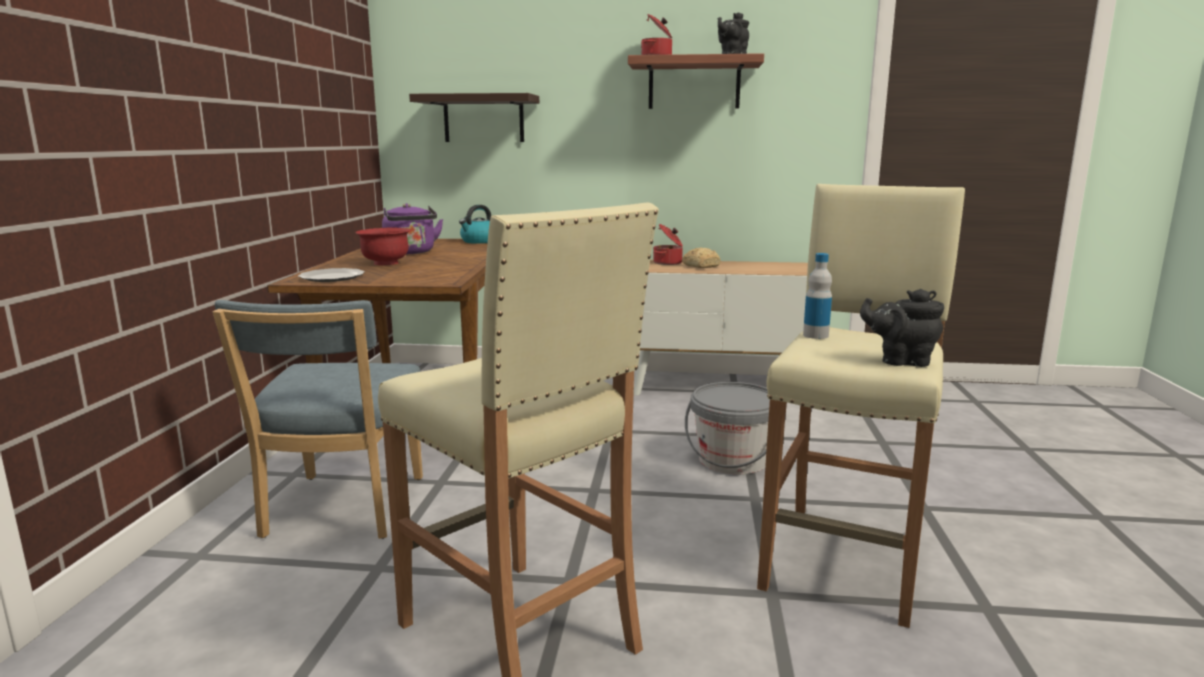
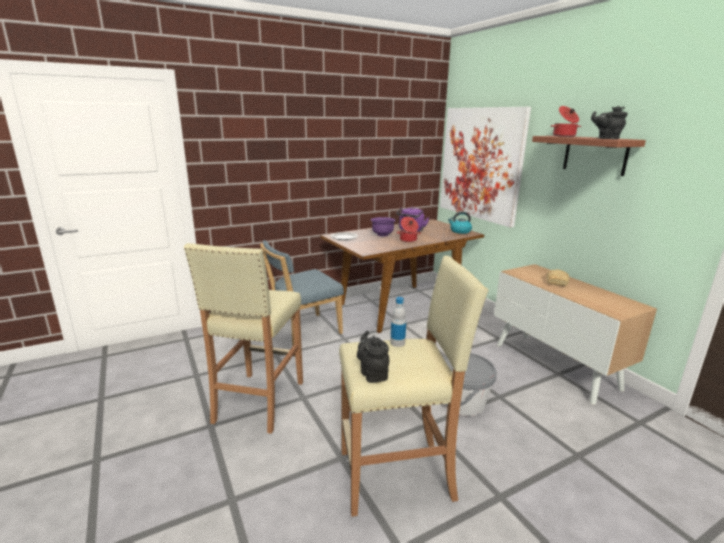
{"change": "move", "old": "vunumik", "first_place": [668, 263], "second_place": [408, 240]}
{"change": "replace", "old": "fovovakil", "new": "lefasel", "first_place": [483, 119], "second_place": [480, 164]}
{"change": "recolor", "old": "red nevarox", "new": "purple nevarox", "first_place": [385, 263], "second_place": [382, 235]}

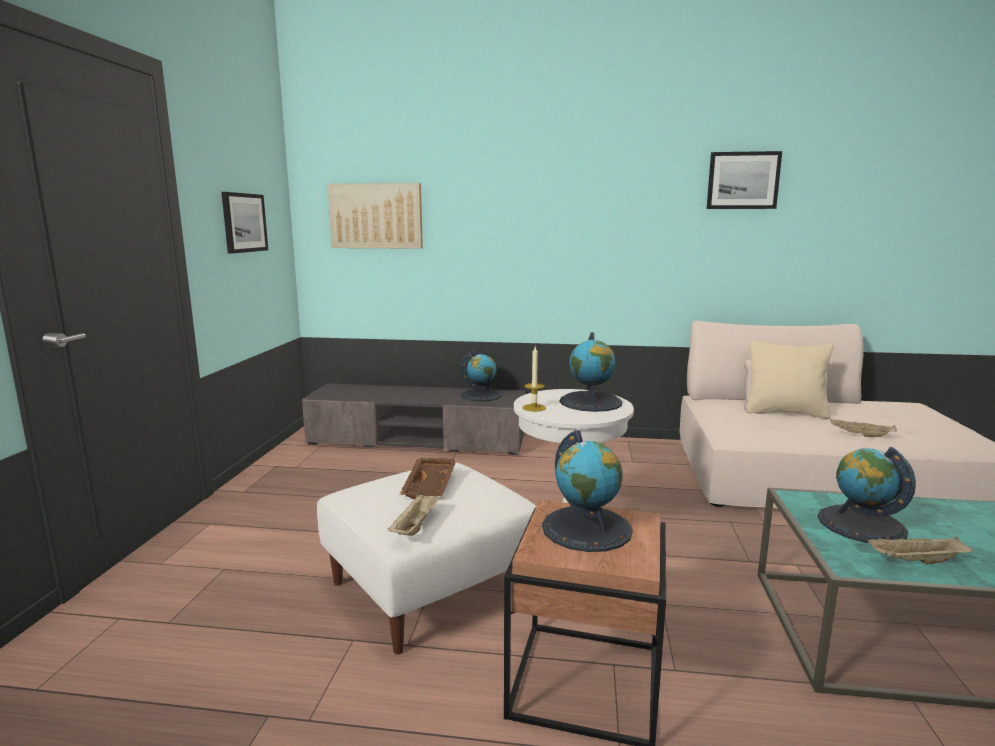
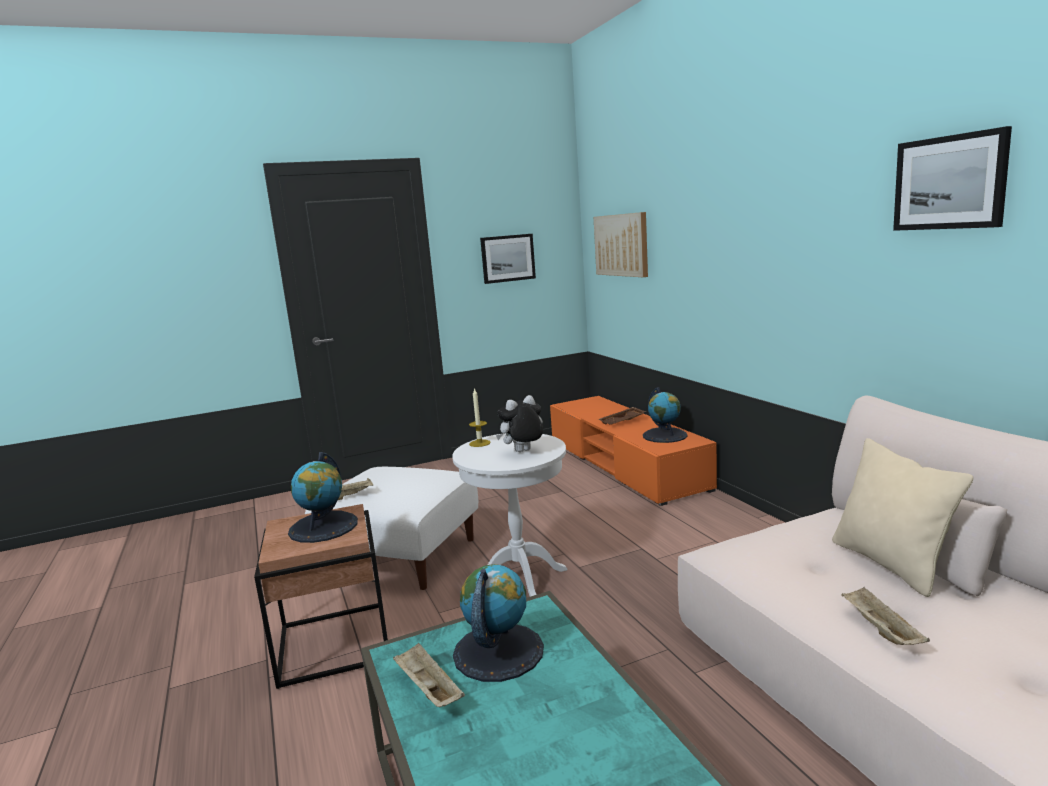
{"change": "move", "old": "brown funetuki", "first_place": [431, 486], "second_place": [622, 422]}
{"change": "replace", "old": "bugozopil", "new": "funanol", "first_place": [591, 402], "second_place": [523, 452]}
{"change": "recolor", "old": "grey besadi", "new": "orange besadi", "first_place": [418, 439], "second_place": [624, 464]}

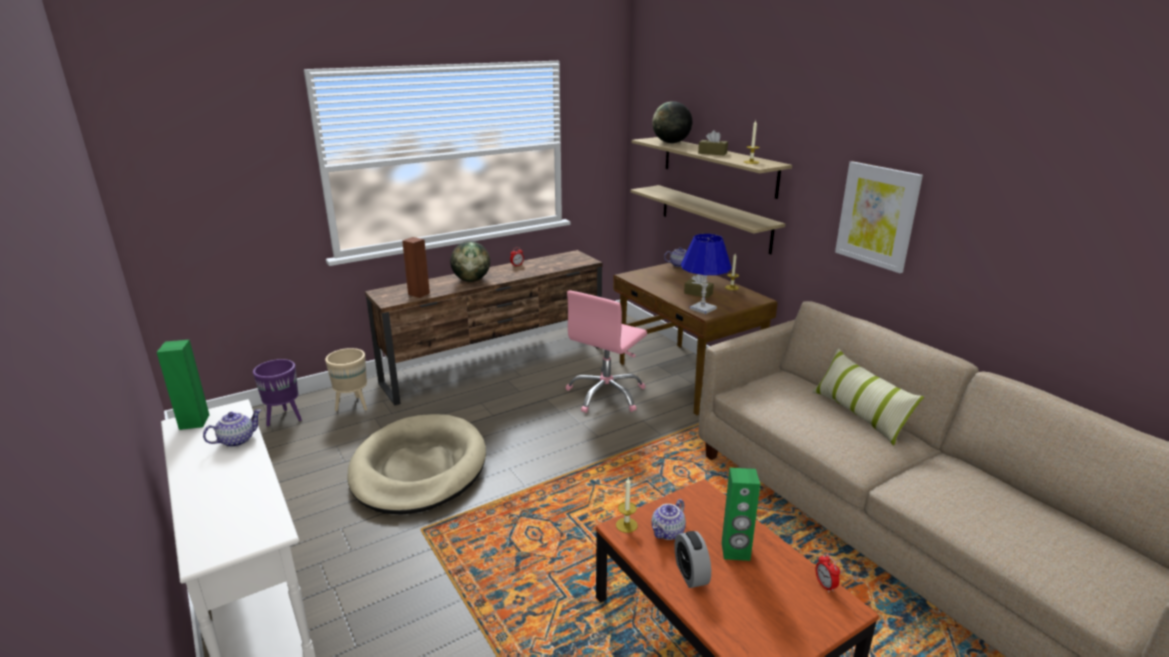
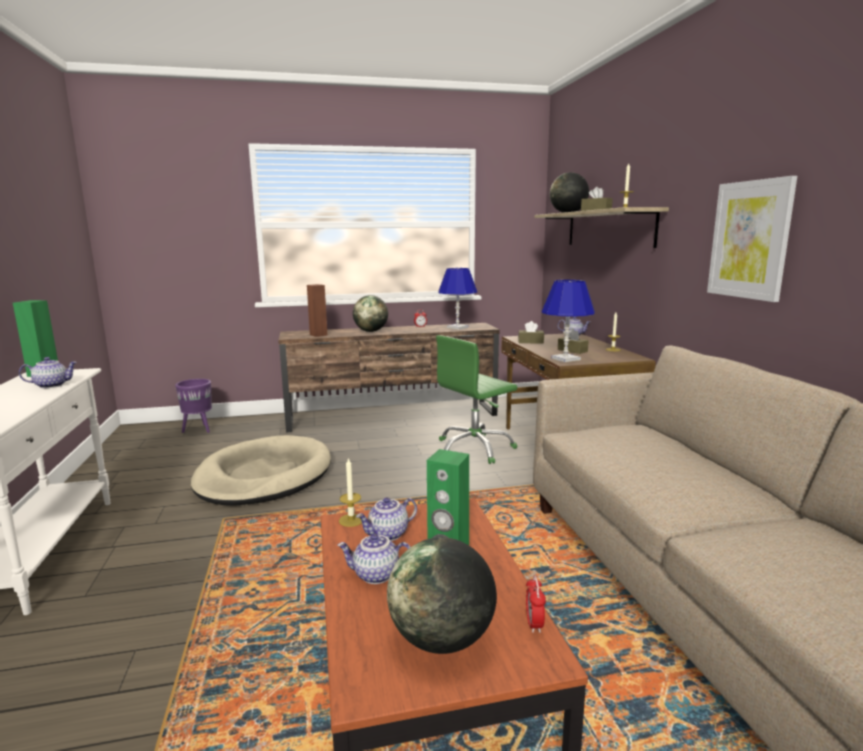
{"change": "delete", "old": "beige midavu", "first_place": [352, 406]}
{"change": "delete", "old": "fovovakil", "first_place": [714, 218]}
{"change": "delete", "old": "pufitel", "first_place": [859, 414]}
{"change": "insert", "new": "bugozopil", "second_place": [442, 639]}
{"change": "insert", "new": "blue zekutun", "second_place": [457, 327]}
{"change": "insert", "new": "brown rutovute", "second_place": [530, 342]}
{"change": "replace", "old": "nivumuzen", "new": "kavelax", "first_place": [691, 574], "second_place": [375, 575]}
{"change": "recolor", "old": "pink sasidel", "new": "green sasidel", "first_place": [606, 395], "second_place": [474, 448]}

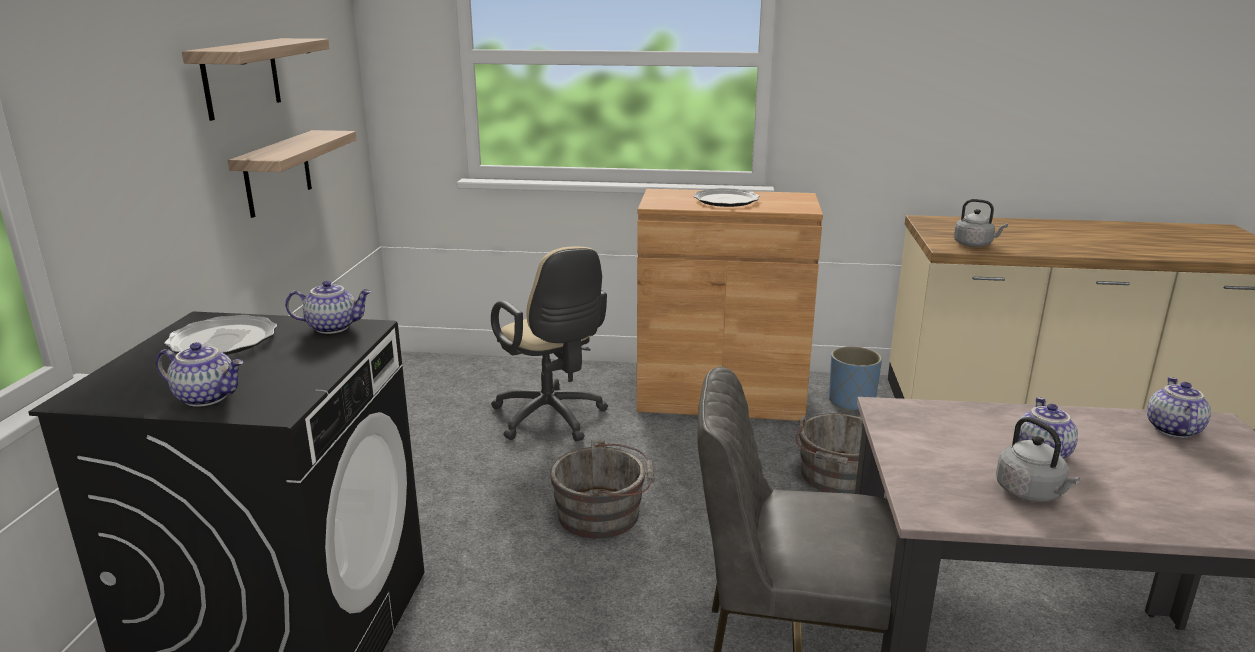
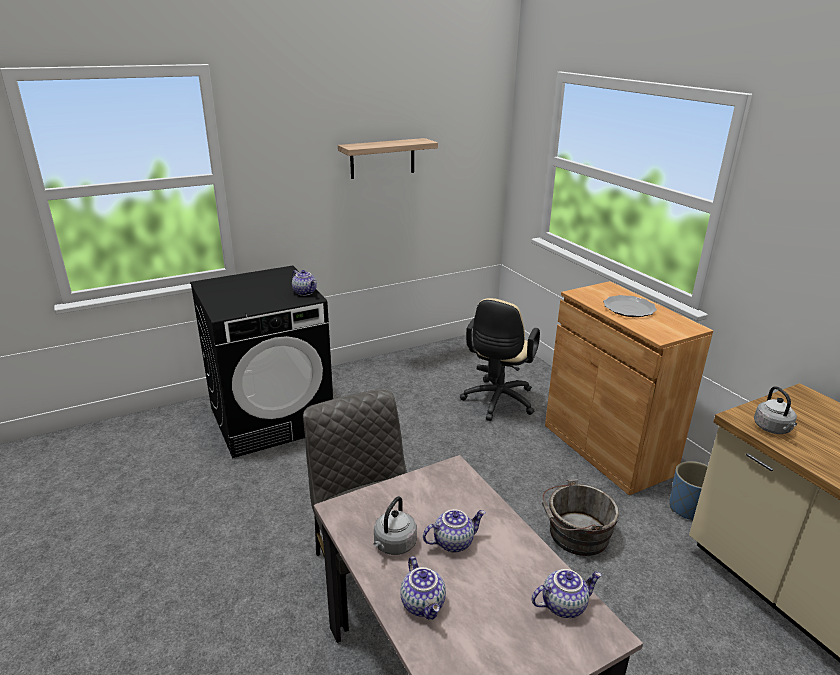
{"change": "delete", "old": "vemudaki", "first_place": [222, 340]}
{"change": "delete", "old": "fovovakil", "first_place": [277, 173]}
{"change": "delete", "old": "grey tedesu", "first_place": [604, 514]}
{"change": "move", "old": "kavelax", "first_place": [208, 397], "second_place": [424, 604]}

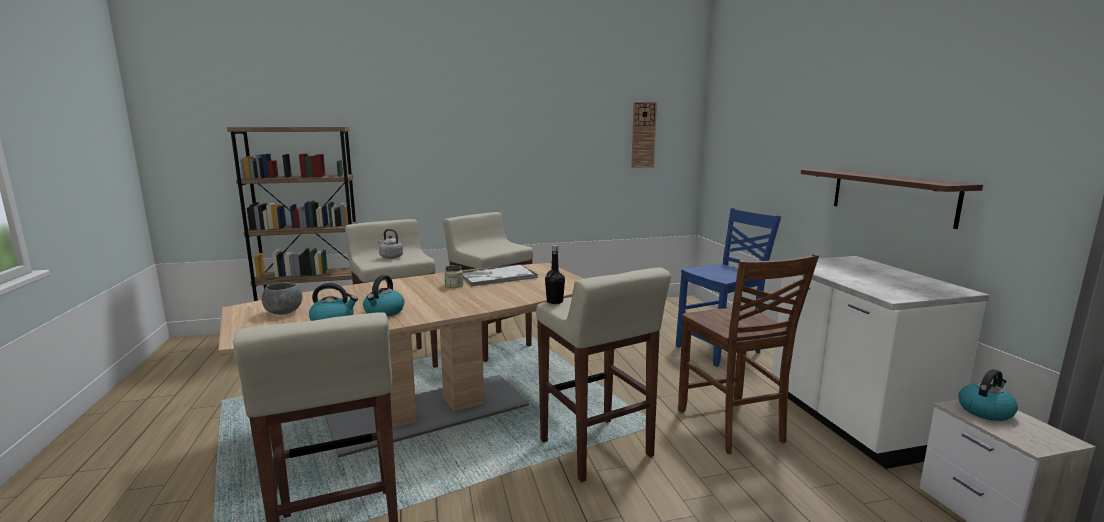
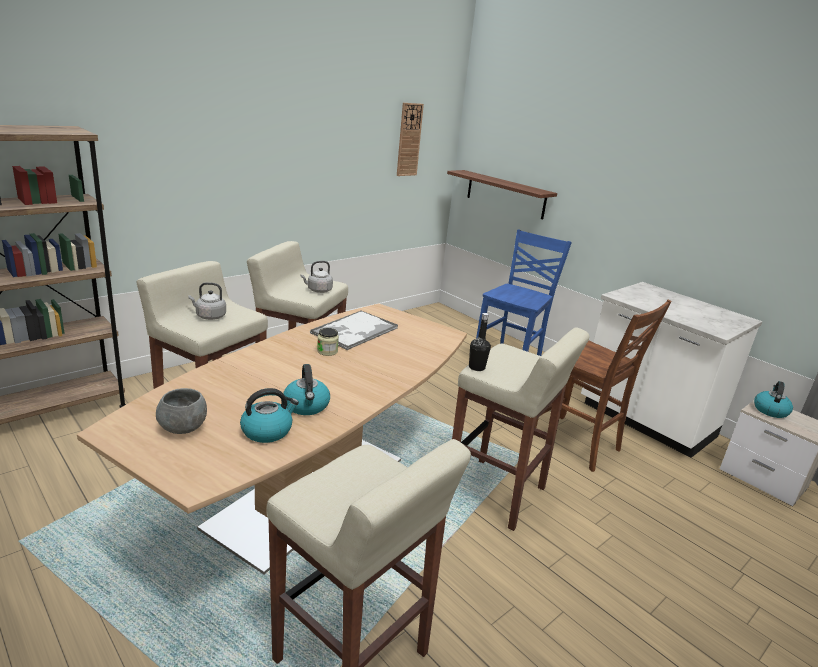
{"change": "insert", "new": "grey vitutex", "second_place": [318, 290]}
{"change": "move", "old": "fovovakil", "first_place": [891, 196], "second_place": [505, 194]}

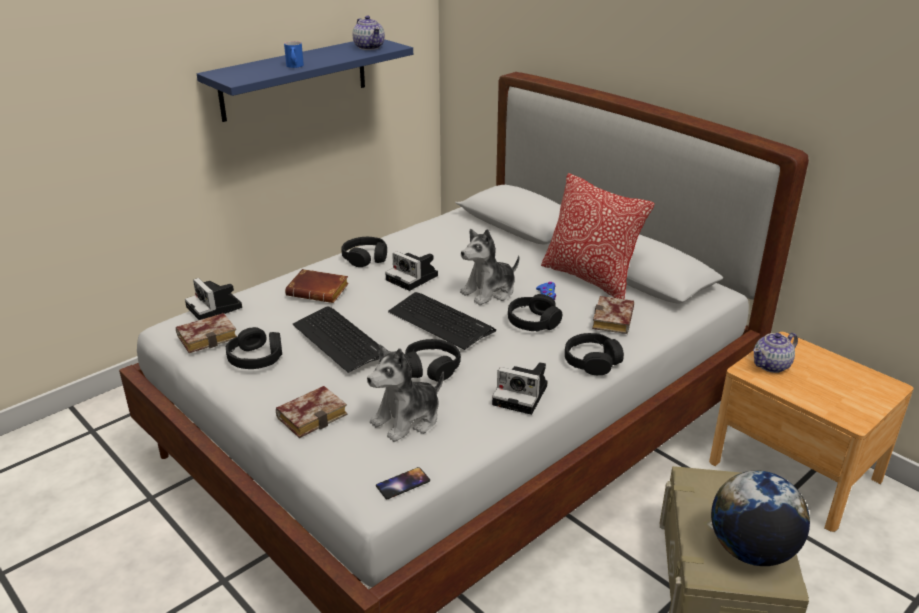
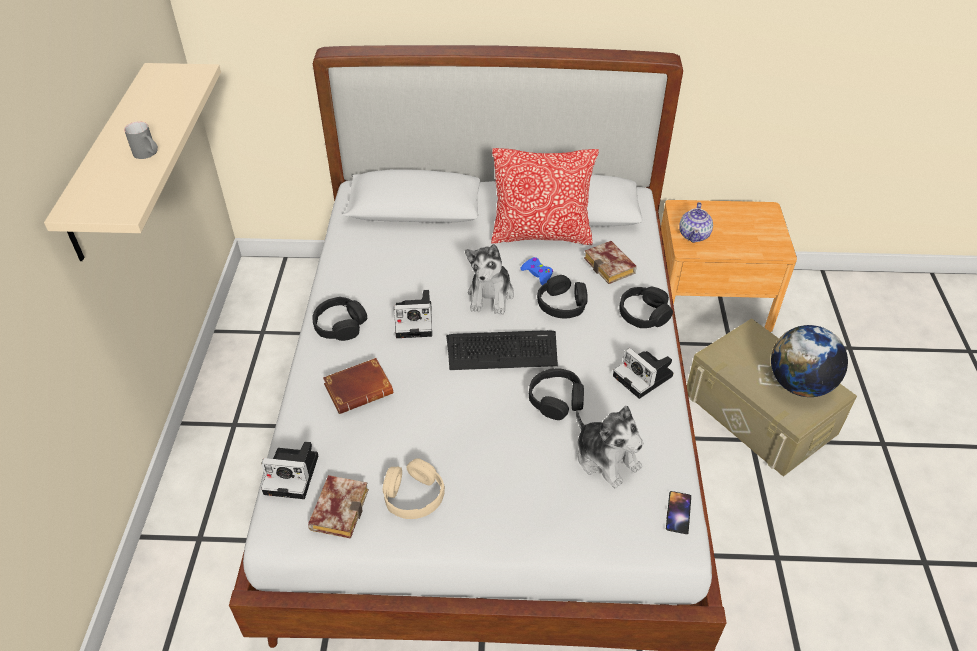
{"change": "delete", "old": "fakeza", "first_place": [313, 415]}
{"change": "delete", "old": "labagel", "first_place": [340, 340]}
{"change": "delete", "old": "kavelax", "first_place": [369, 47]}
{"change": "recolor", "old": "blue fovovakil", "new": "beige fovovakil", "first_place": [294, 78], "second_place": [110, 161]}
{"change": "recolor", "old": "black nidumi", "new": "beige nidumi", "first_place": [256, 358], "second_place": [413, 496]}
{"change": "recolor", "old": "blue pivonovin", "new": "grey pivonovin", "first_place": [294, 66], "second_place": [148, 155]}
{"change": "rotate", "old": "funanol", "first_place": [407, 420], "second_place": [606, 458], "degrees": -45}
{"change": "rotate", "old": "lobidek", "first_place": [522, 395], "second_place": [645, 377], "degrees": 75}

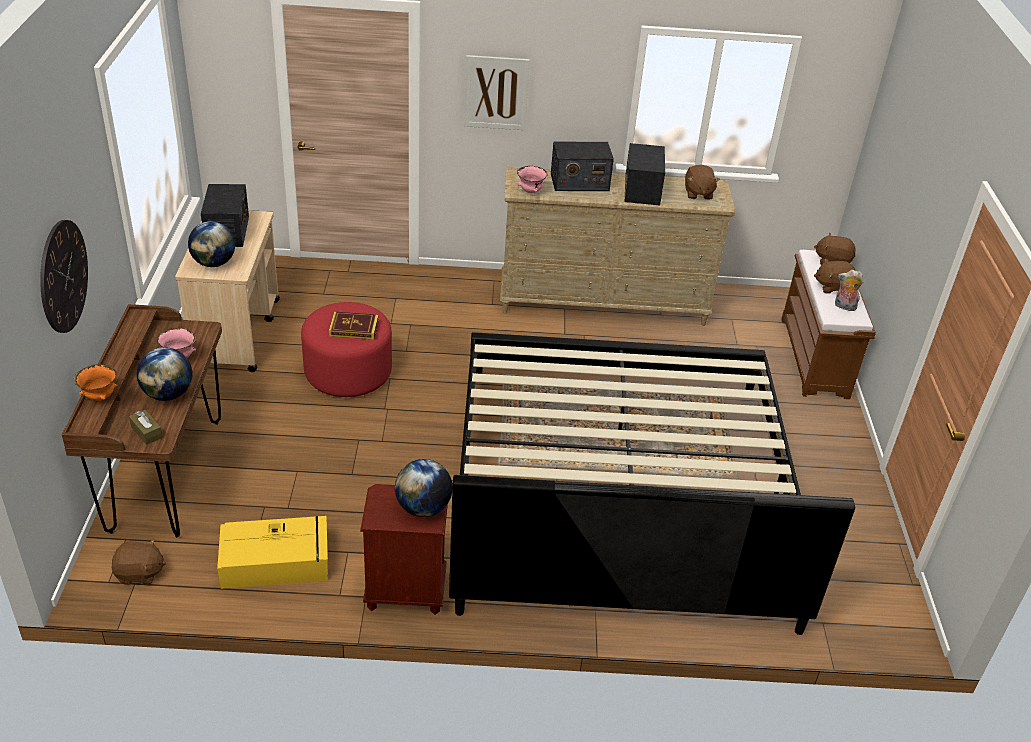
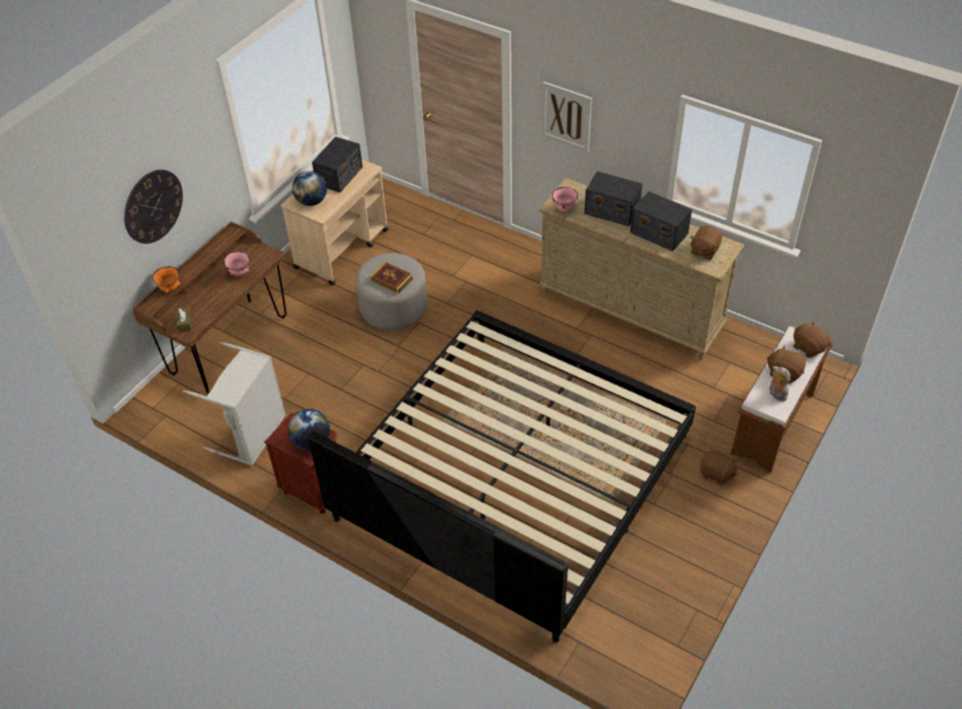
{"change": "delete", "old": "bugozopil", "first_place": [168, 394]}
{"change": "move", "old": "brown funanol", "first_place": [140, 573], "second_place": [716, 474]}
{"change": "replace", "old": "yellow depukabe", "new": "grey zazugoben", "first_place": [277, 562], "second_place": [253, 435]}
{"change": "recolor", "old": "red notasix", "new": "grey notasix", "first_place": [348, 373], "second_place": [393, 307]}
{"change": "rotate", "old": "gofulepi", "first_place": [642, 189], "second_place": [658, 233], "degrees": -90}

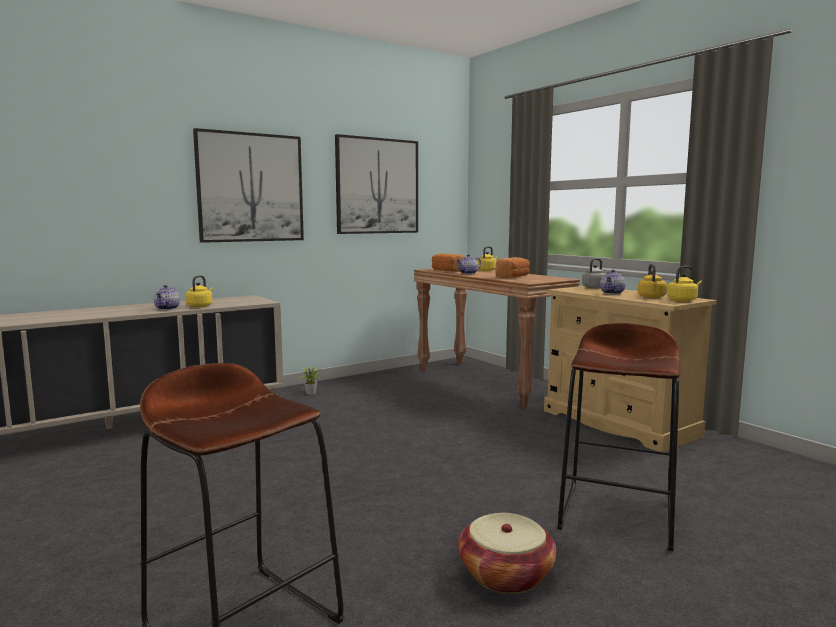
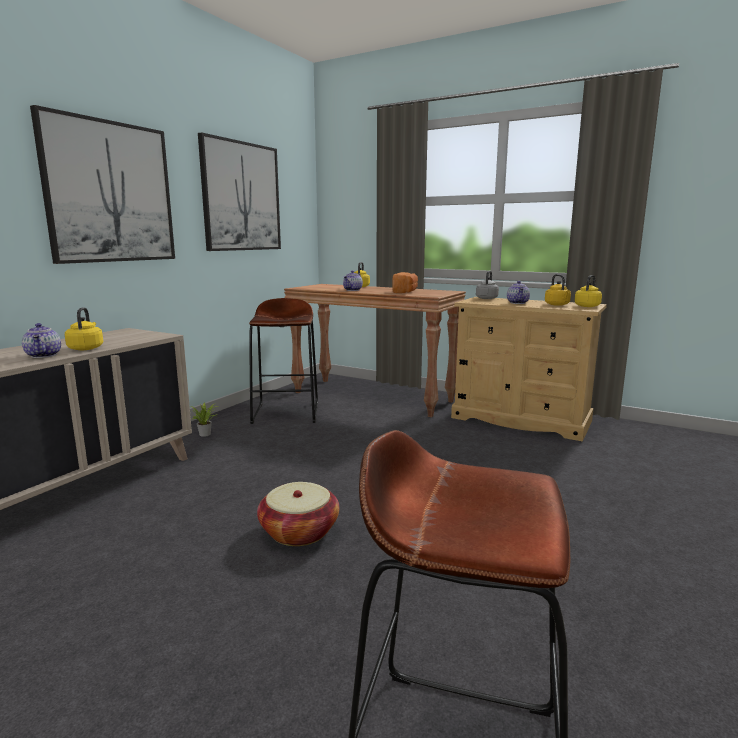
{"change": "delete", "old": "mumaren", "first_place": [447, 271]}
{"change": "move", "old": "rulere", "first_place": [506, 575], "second_place": [299, 531]}
{"change": "move", "old": "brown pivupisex", "first_place": [617, 515], "second_place": [286, 413]}

